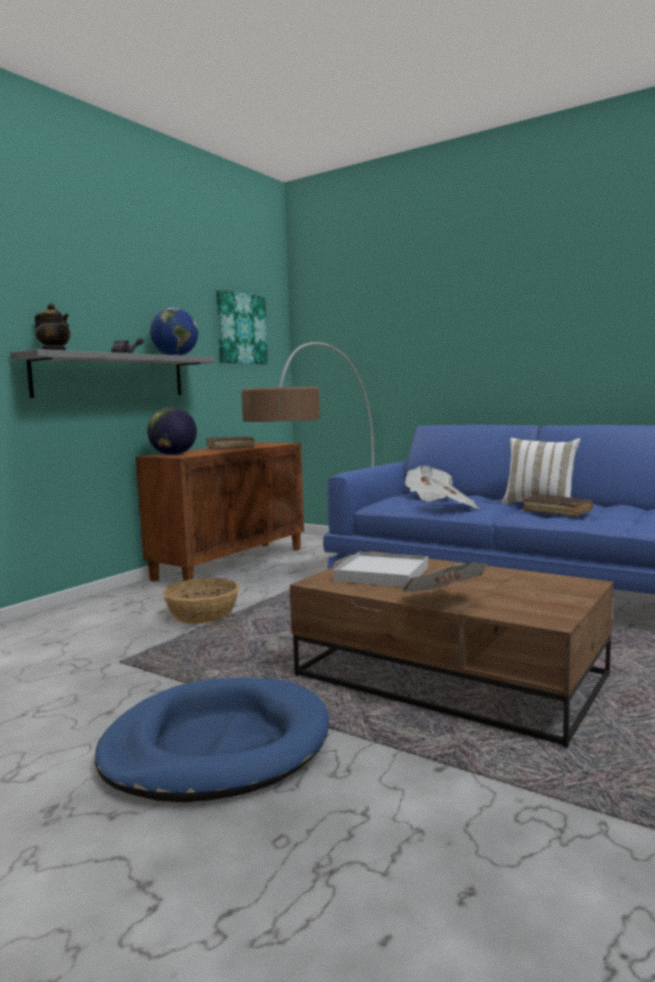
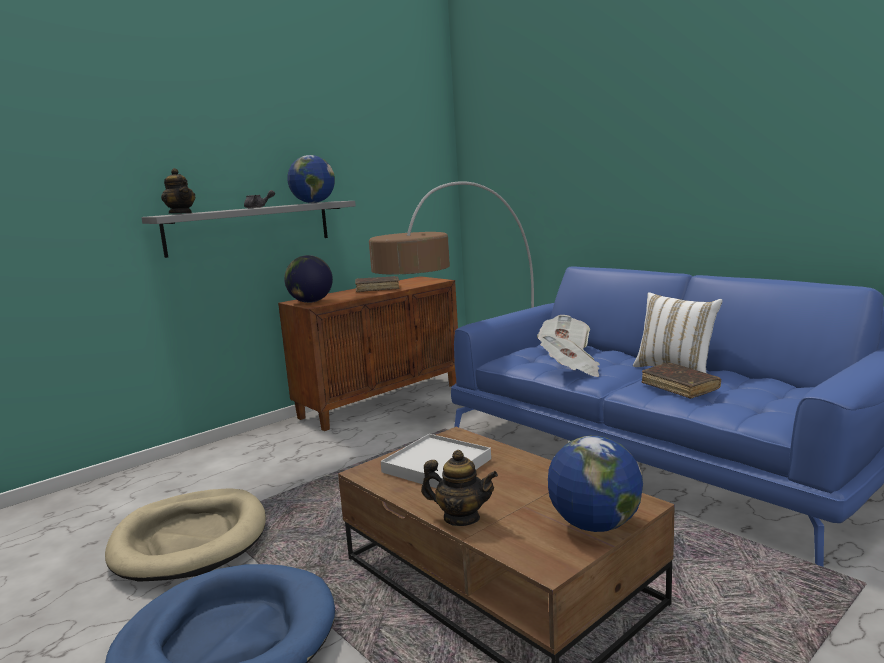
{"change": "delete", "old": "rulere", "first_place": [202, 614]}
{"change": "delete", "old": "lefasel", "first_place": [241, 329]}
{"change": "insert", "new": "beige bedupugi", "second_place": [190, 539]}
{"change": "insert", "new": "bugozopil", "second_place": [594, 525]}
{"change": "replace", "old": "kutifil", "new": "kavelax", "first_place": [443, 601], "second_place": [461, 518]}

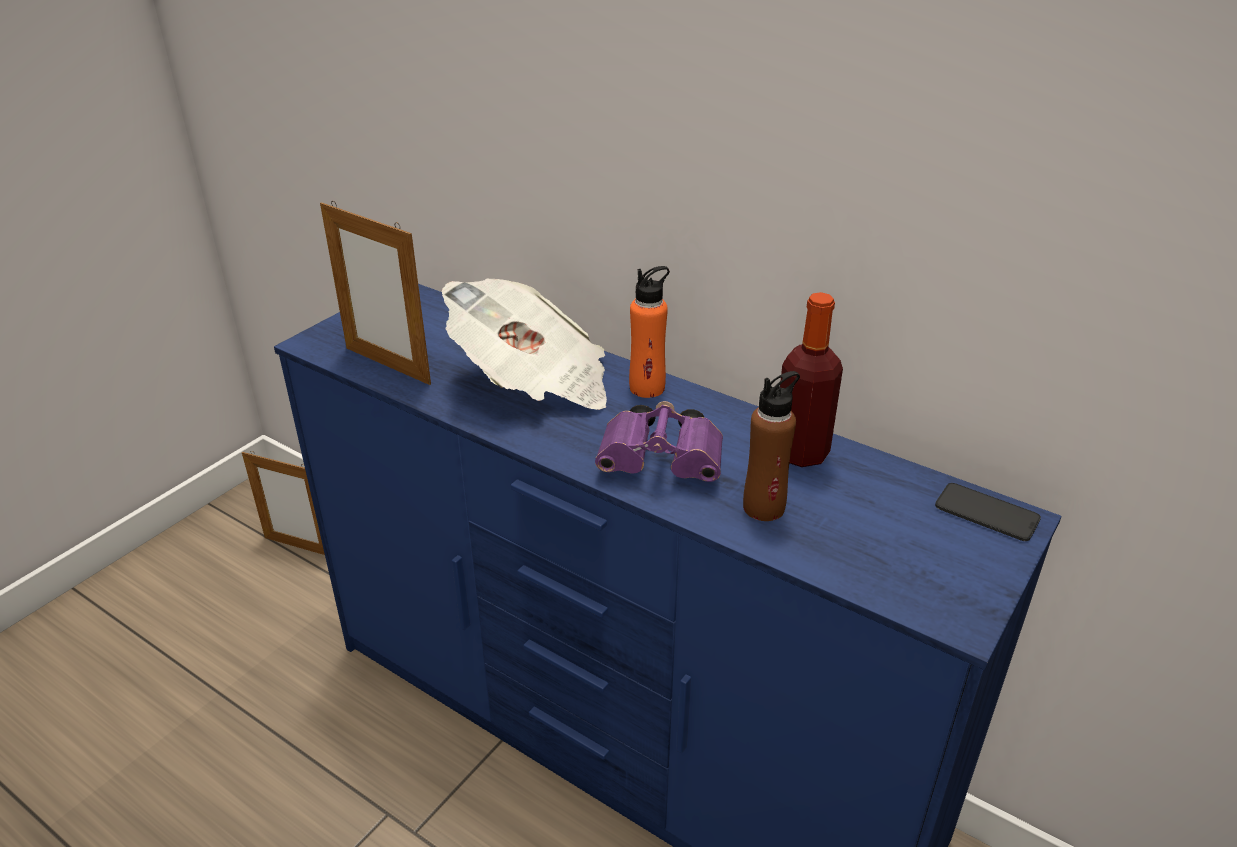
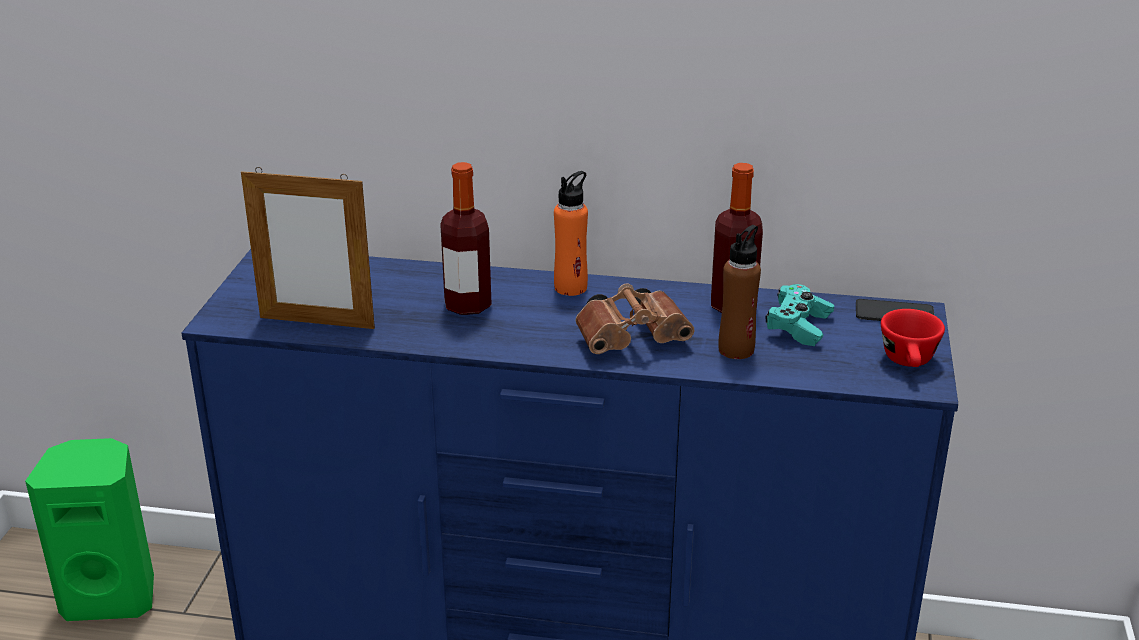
{"change": "insert", "new": "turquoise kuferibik", "second_place": [798, 326]}
{"change": "insert", "new": "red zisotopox", "second_place": [909, 363]}
{"change": "replace", "old": "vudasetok", "new": "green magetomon", "first_place": [299, 547], "second_place": [112, 596]}
{"change": "replace", "old": "kutifil", "new": "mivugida", "first_place": [533, 382], "second_place": [468, 305]}
{"change": "recolor", "old": "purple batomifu", "new": "brown batomifu", "first_place": [664, 464], "second_place": [634, 339]}

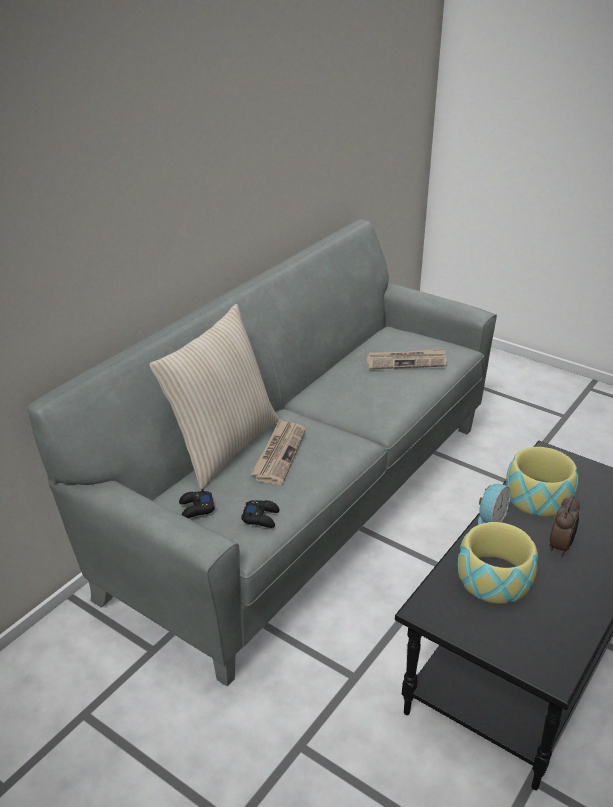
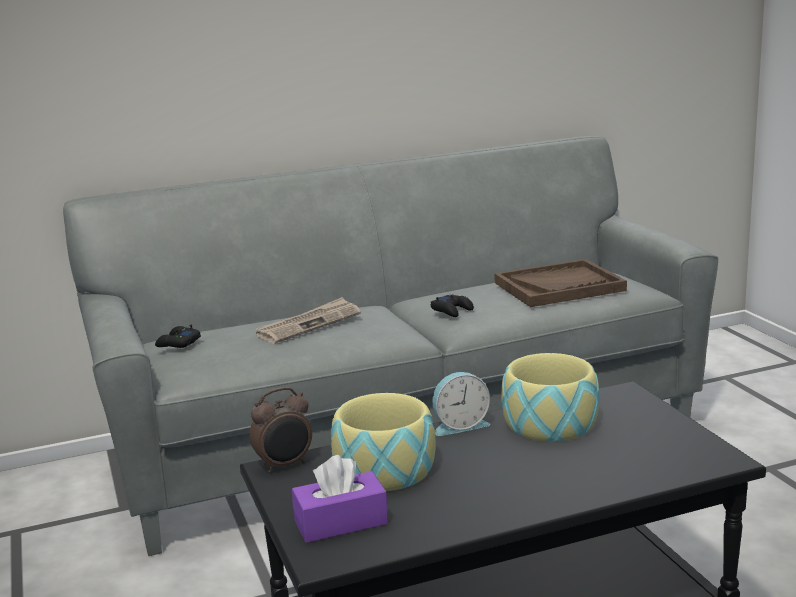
{"change": "delete", "old": "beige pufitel", "first_place": [223, 446]}
{"change": "insert", "new": "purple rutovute", "second_place": [341, 522]}
{"change": "move", "old": "black kuferibik", "first_place": [261, 517], "second_place": [452, 310]}
{"change": "move", "old": "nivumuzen", "first_place": [560, 546], "second_place": [285, 465]}
{"change": "replace", "old": "kutifil", "new": "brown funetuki", "first_place": [407, 361], "second_place": [559, 286]}

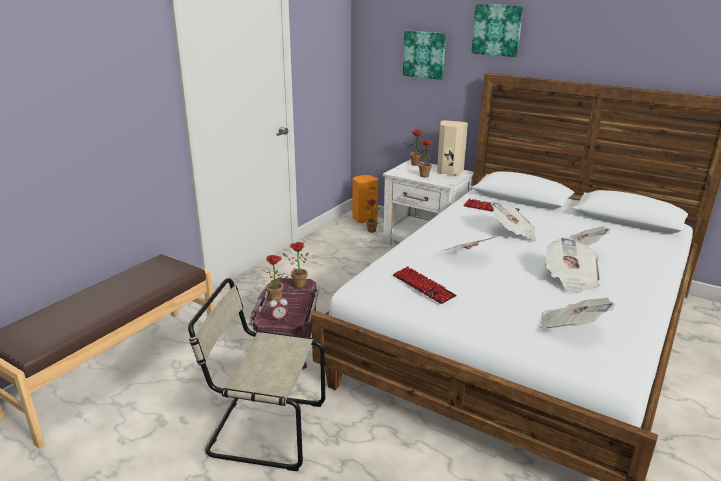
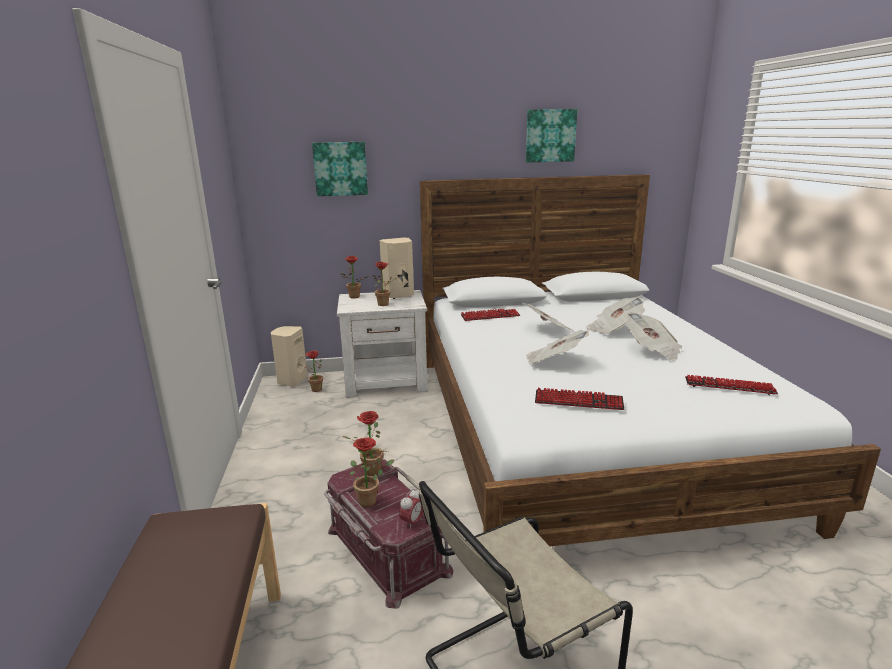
{"change": "move", "old": "lefasel", "first_place": [497, 30], "second_place": [550, 135]}
{"change": "replace", "old": "kutifil", "new": "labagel", "first_place": [570, 328], "second_place": [729, 386]}
{"change": "recolor", "old": "orange magetomon", "new": "beige magetomon", "first_place": [364, 219], "second_place": [291, 380]}

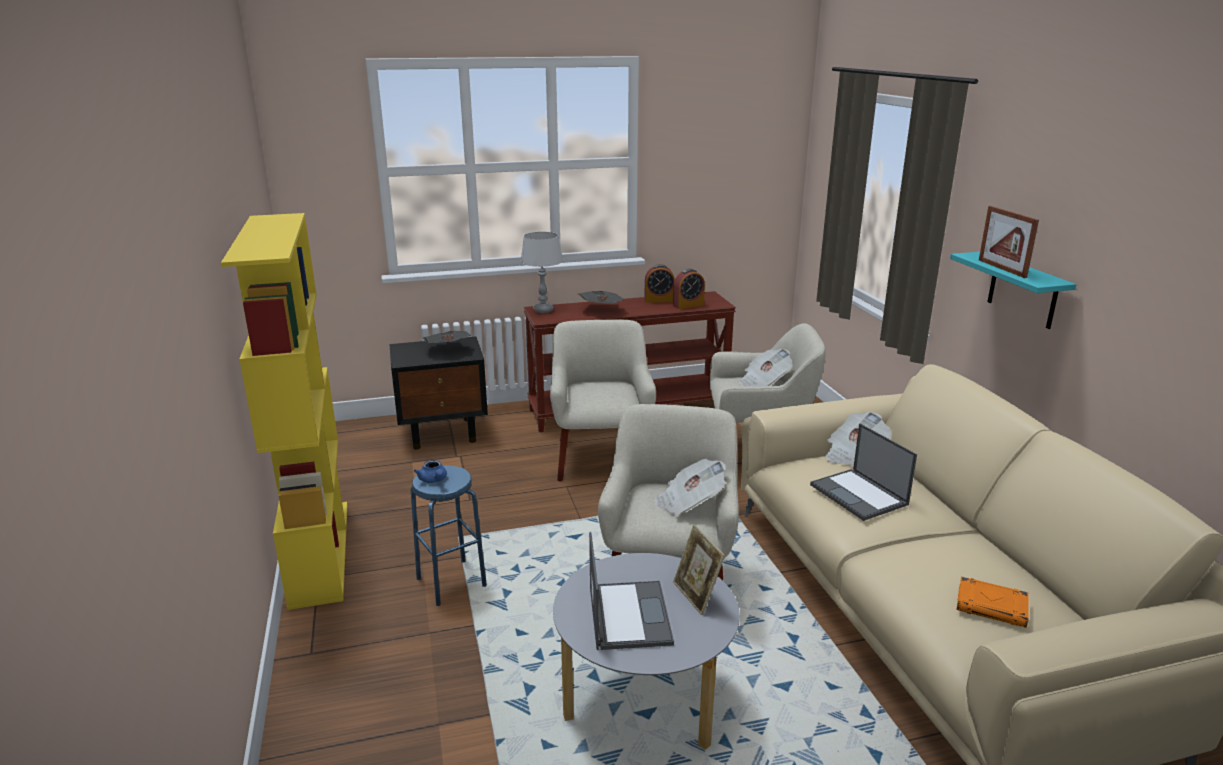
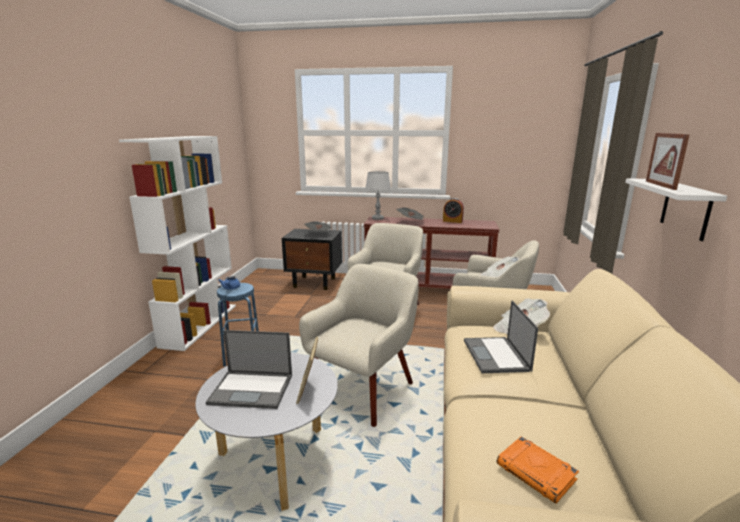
{"change": "delete", "old": "kutifil", "first_place": [688, 503]}
{"change": "delete", "old": "nivumuzen", "first_place": [688, 305]}
{"change": "recolor", "old": "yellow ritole", "new": "white ritole", "first_place": [319, 551], "second_place": [200, 324]}
{"change": "recolor", "old": "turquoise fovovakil", "new": "white fovovakil", "first_place": [1022, 290], "second_place": [685, 208]}
{"change": "rotate", "old": "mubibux", "first_place": [628, 614], "second_place": [252, 389], "degrees": 75}

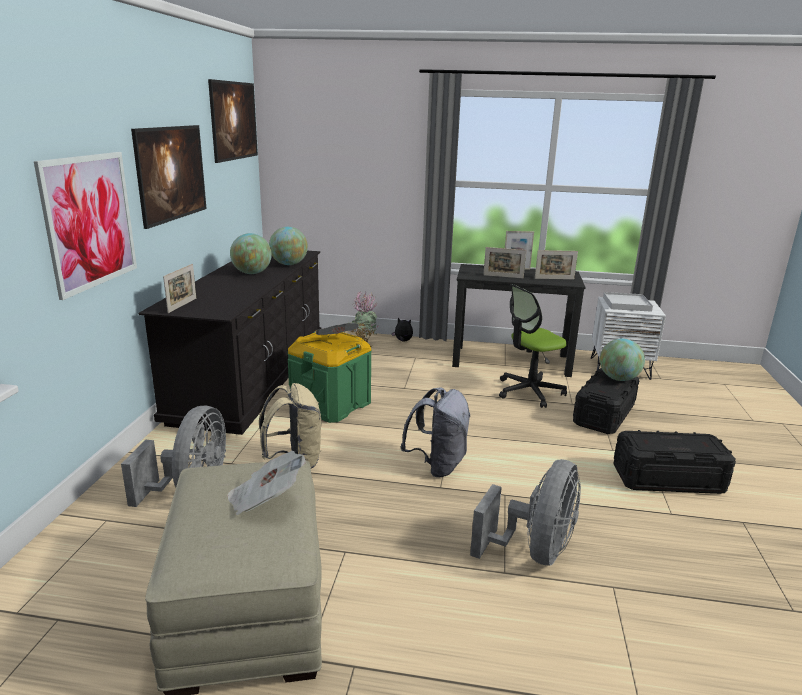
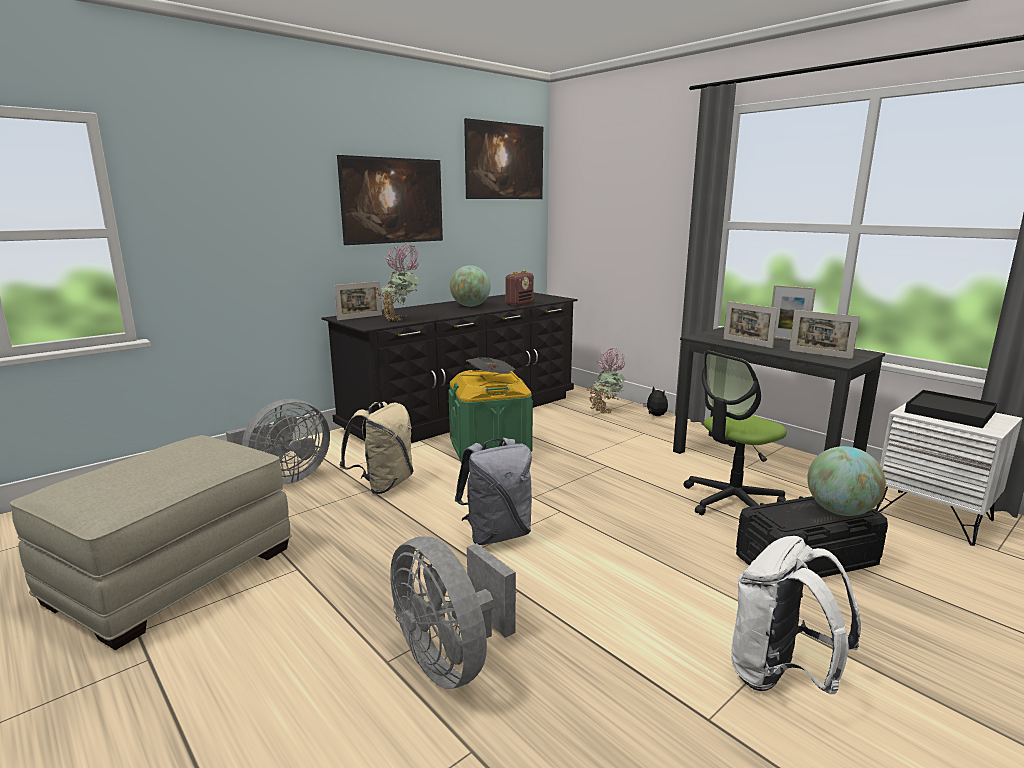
{"change": "delete", "old": "lefasel", "first_place": [90, 221]}
{"change": "delete", "old": "kutifil", "first_place": [265, 499]}
{"change": "insert", "new": "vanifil", "second_place": [400, 319]}
{"change": "replace", "old": "bugozopil", "new": "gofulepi", "first_place": [289, 264], "second_place": [519, 304]}
{"change": "replace", "old": "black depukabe", "new": "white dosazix", "first_place": [668, 479], "second_place": [780, 676]}
{"change": "recolor", "old": "white funetuki", "new": "black funetuki", "first_place": [626, 304], "second_place": [950, 412]}
{"change": "rotate", "old": "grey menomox", "first_place": [534, 551], "second_place": [451, 660], "degrees": 75}
{"change": "rotate", "old": "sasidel", "first_place": [529, 392], "second_place": [732, 502], "degrees": -45}

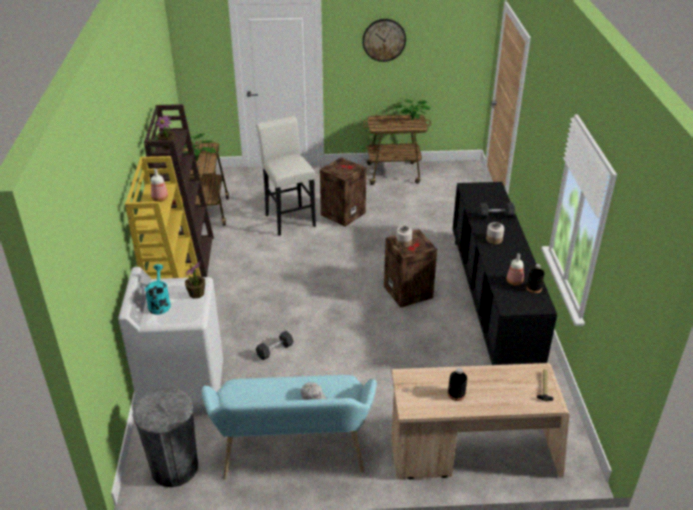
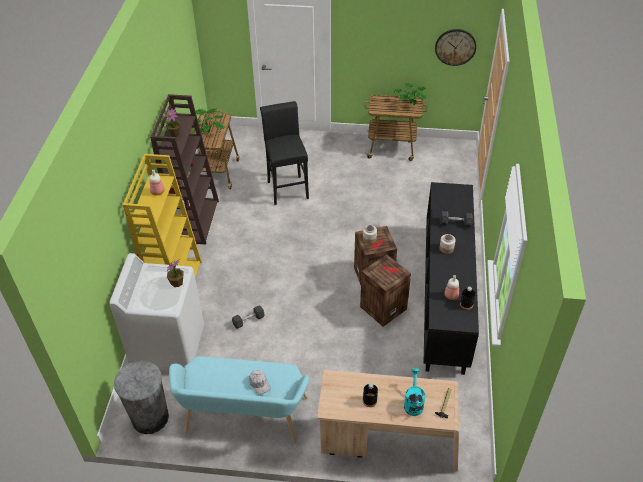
{"change": "move", "old": "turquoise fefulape", "first_place": [159, 303], "second_place": [413, 402]}
{"change": "move", "old": "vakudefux", "first_place": [343, 213], "second_place": [383, 307]}
{"change": "move", "old": "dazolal", "first_place": [384, 40], "second_place": [455, 47]}
{"change": "recolor", "old": "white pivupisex", "new": "black pivupisex", "first_place": [288, 218], "second_place": [287, 187]}

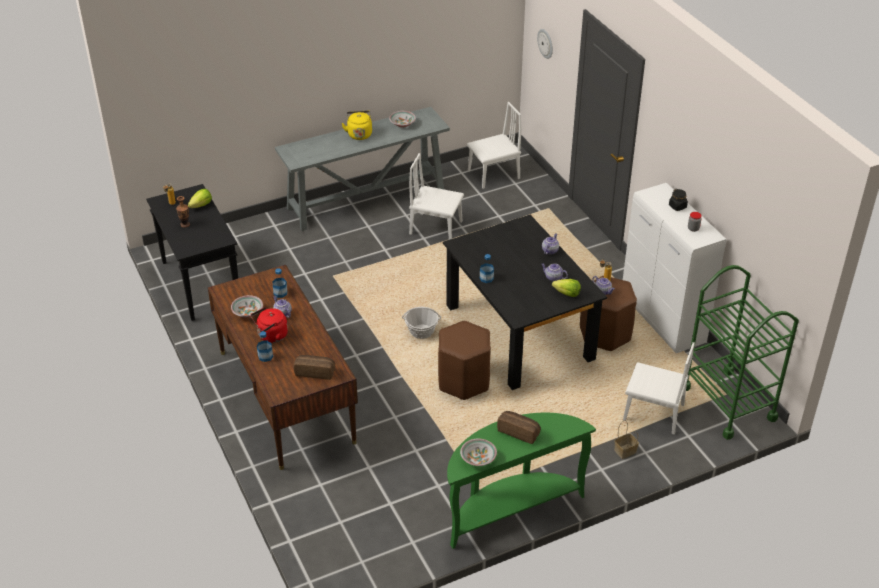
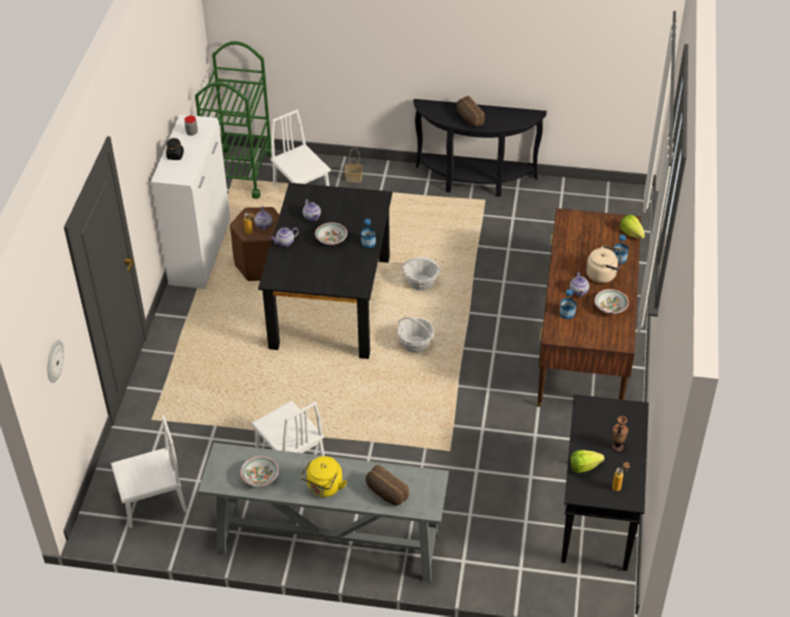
{"change": "move", "old": "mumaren", "first_place": [315, 372], "second_place": [385, 493]}
{"change": "move", "old": "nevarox", "first_place": [478, 458], "second_place": [331, 239]}
{"change": "move", "old": "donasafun", "first_place": [567, 294], "second_place": [631, 233]}
{"change": "replace", "old": "brown pivupisex", "new": "rulere", "first_place": [463, 381], "second_place": [421, 283]}
{"change": "recolor", "old": "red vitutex", "new": "beige vitutex", "first_place": [271, 336], "second_place": [603, 275]}
{"change": "recolor", "old": "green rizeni", "new": "black rizeni", "first_place": [510, 508], "second_place": [474, 181]}
{"change": "rotate", "old": "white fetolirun", "first_place": [493, 174], "second_place": [152, 501], "degrees": 150}

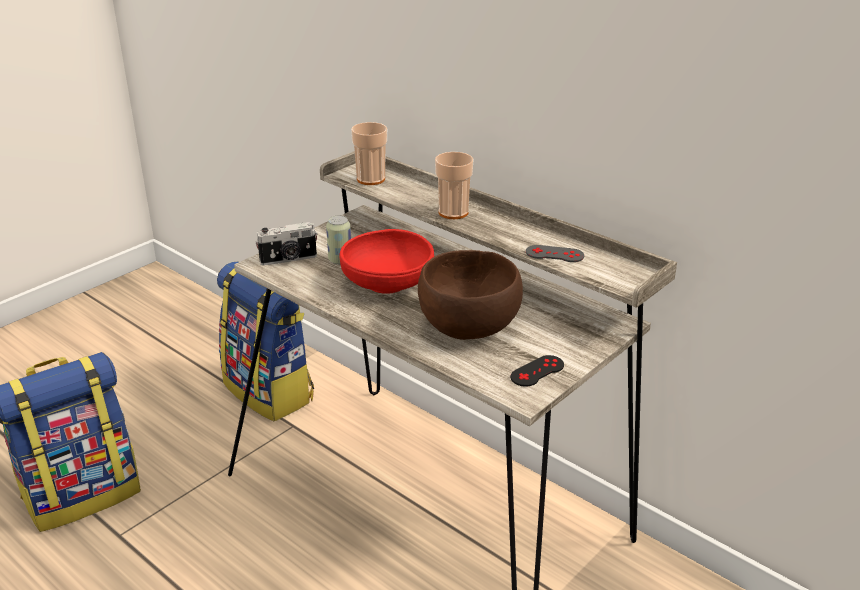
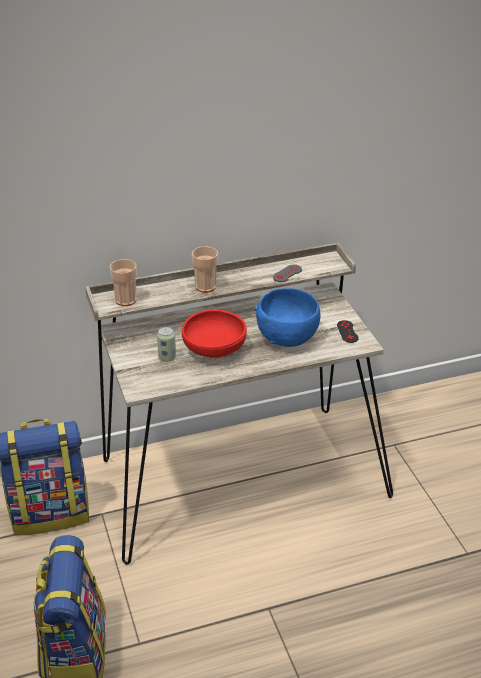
{"change": "delete", "old": "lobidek", "first_place": [289, 259]}
{"change": "recolor", "old": "brown nevarox", "new": "blue nevarox", "first_place": [470, 325], "second_place": [287, 336]}

